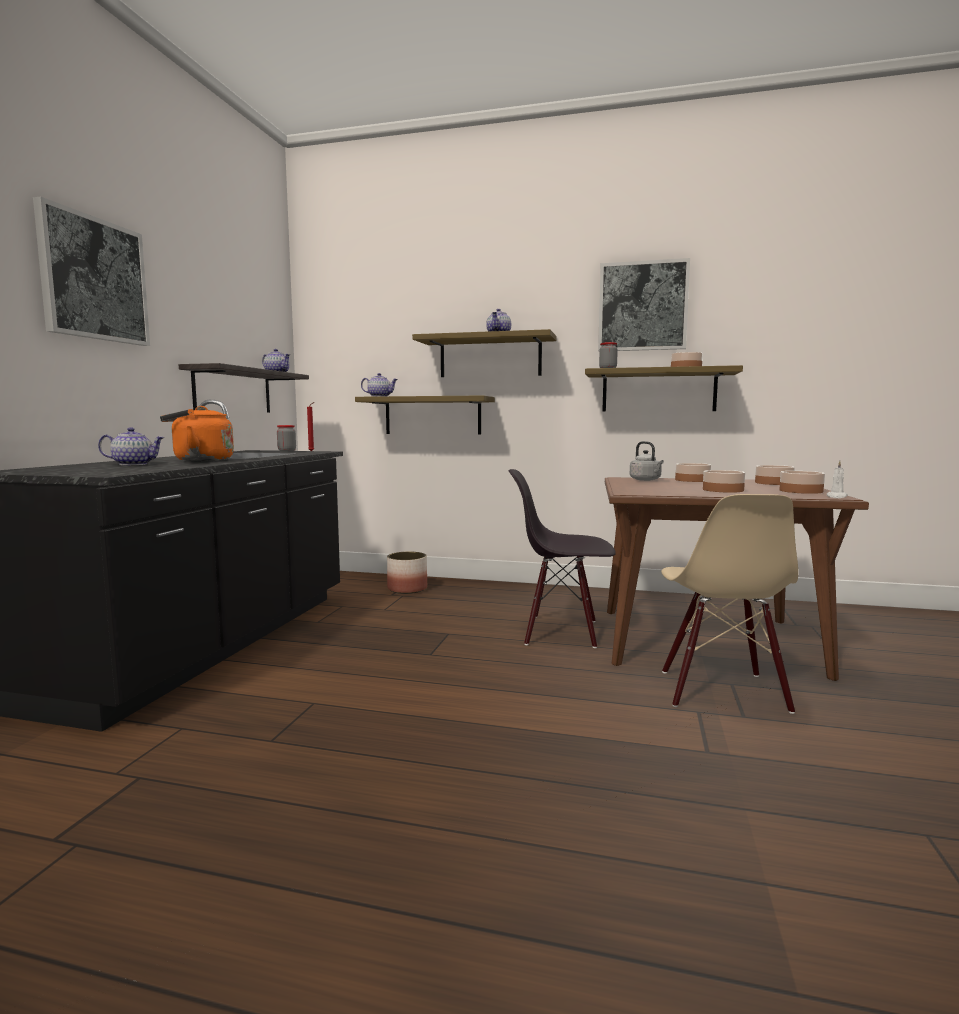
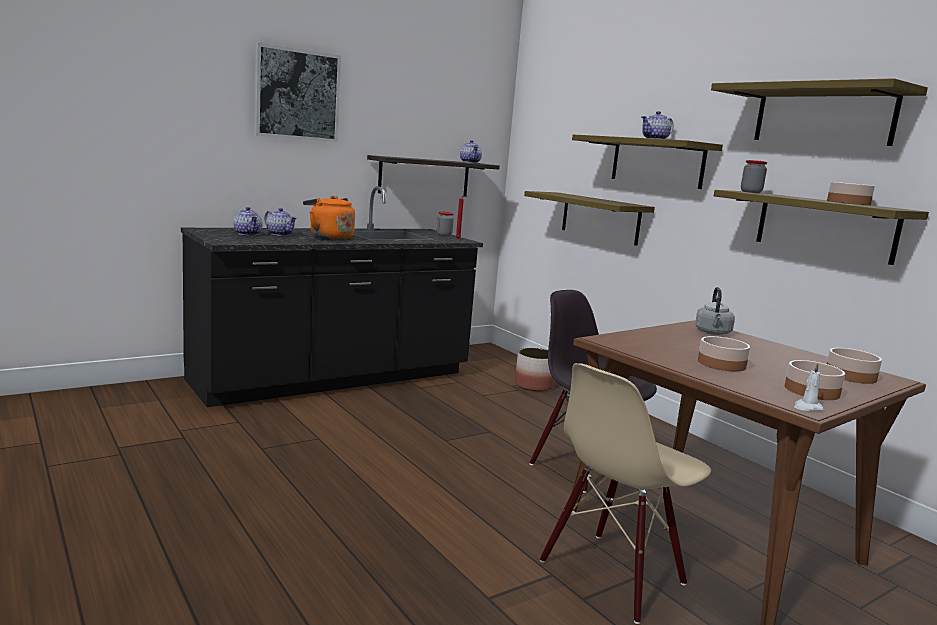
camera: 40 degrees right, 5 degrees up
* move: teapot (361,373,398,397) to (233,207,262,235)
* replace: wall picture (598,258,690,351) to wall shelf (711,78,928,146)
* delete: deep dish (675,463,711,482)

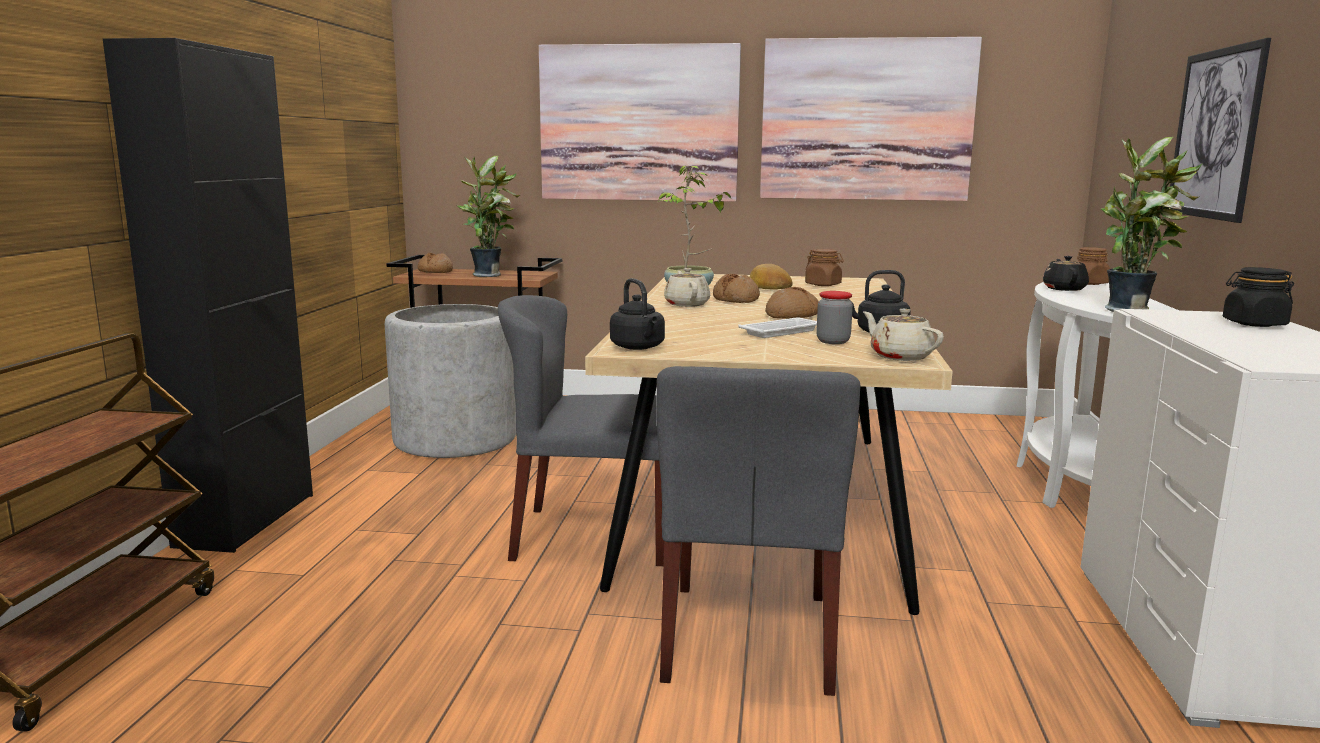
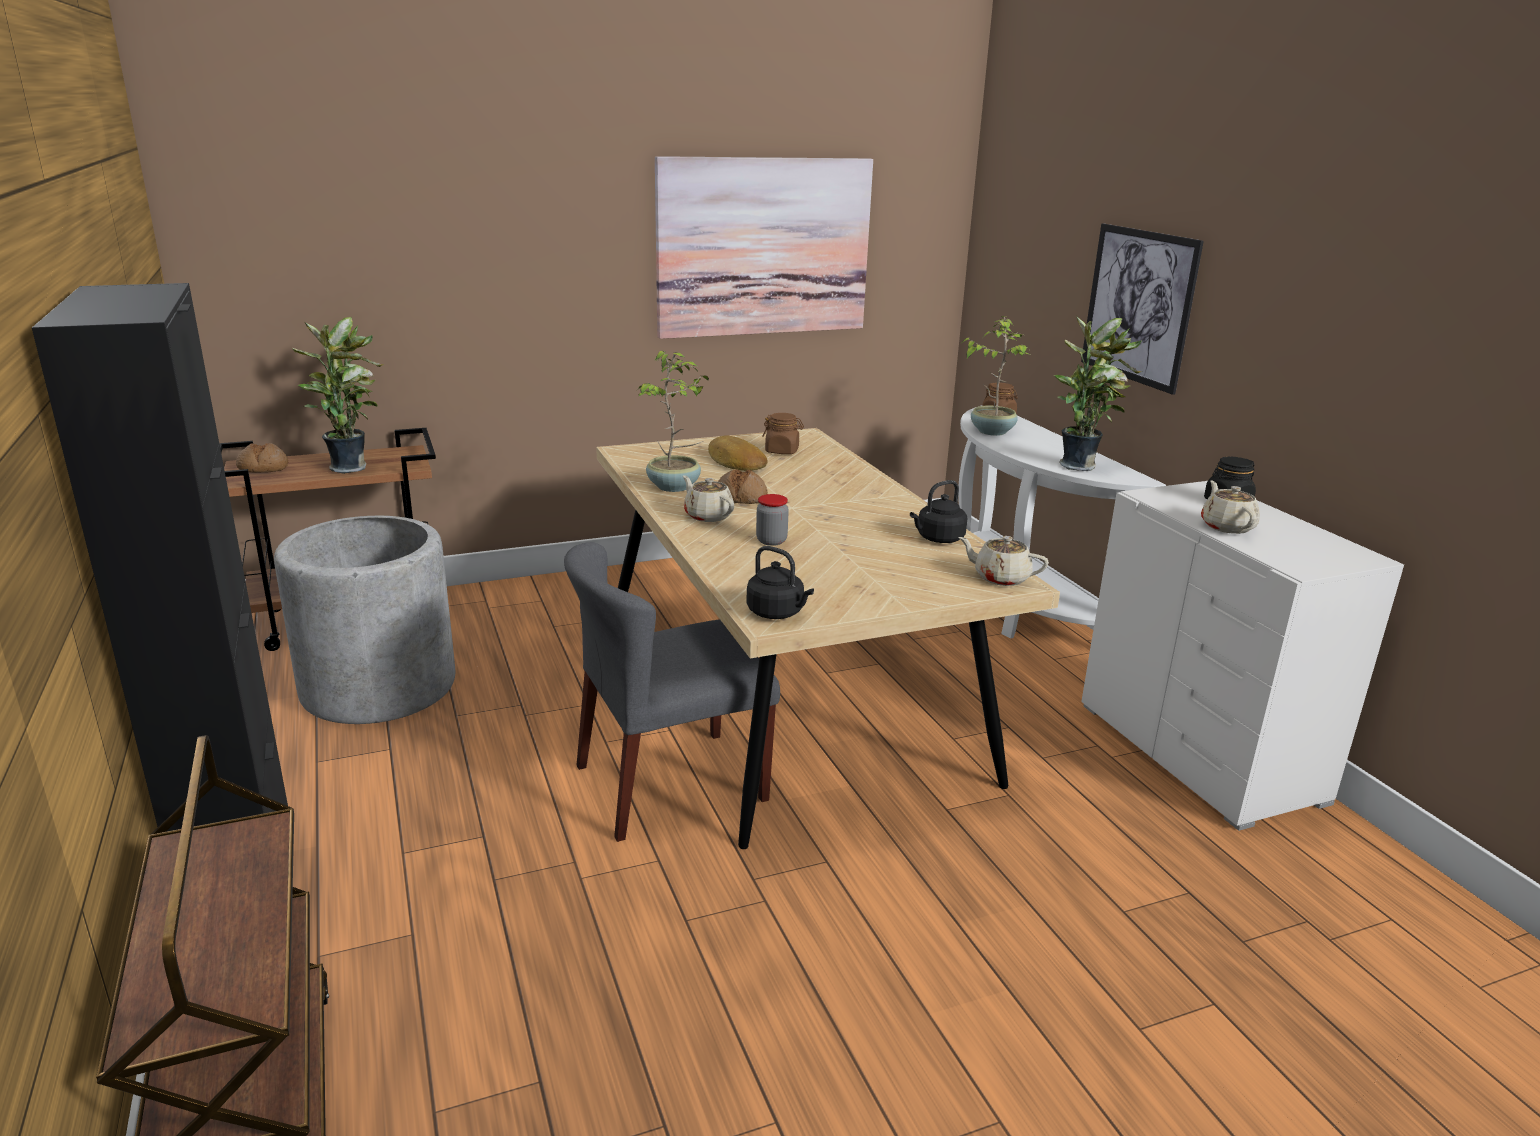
camera: 30 degrees left, 10 degrees up
* move: preserve jar (816,291,853,344) to (756,494,789,546)
* replace: black-coloured teapot (1043,256,1089,291) to plant in a pot (962,316,1030,436)
* insert: beige-coloured teapot (1201,480,1260,534)
* delete: wall picture (539,43,741,202)
* delete: grey upright chair (657,366,860,696)
* delete: whitish serving tray (738,318,817,338)
* delete: bread (765,287,819,319)

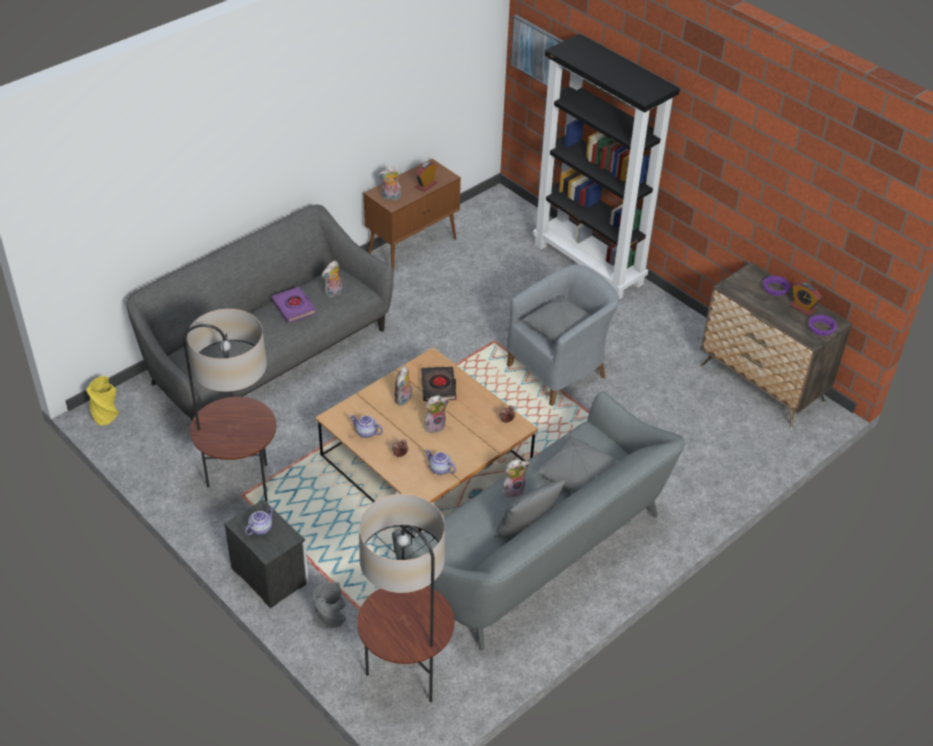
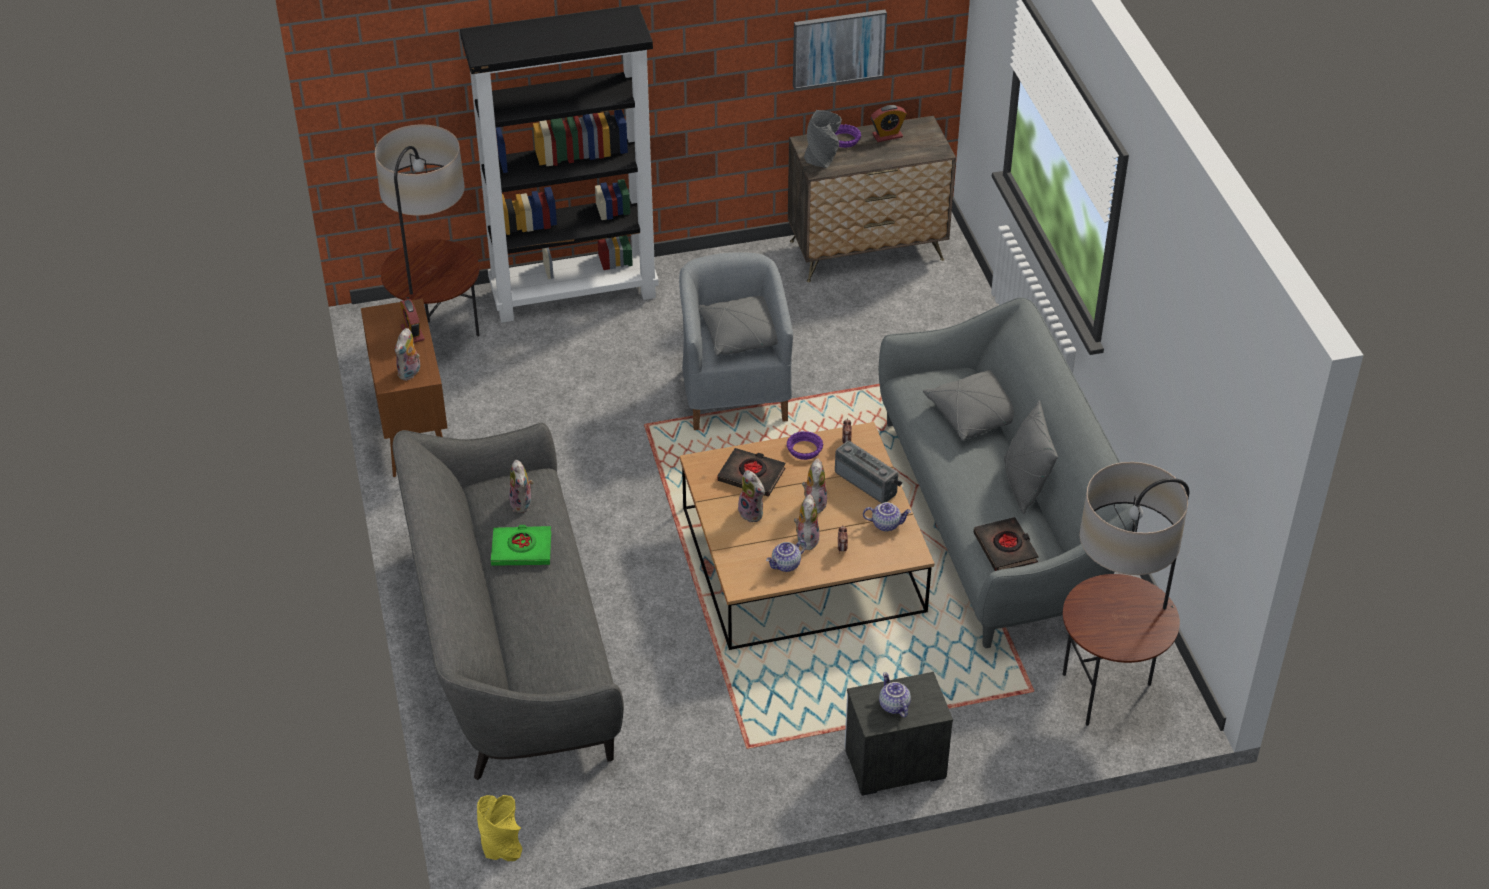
camera: 60 degrees left, 0 degrees up
* move: standing lamp (183,309,276,501) to (375,124,480,336)
* recolor: purplish volume (271,287,316,323) to green-coloured volume (491,525,551,566)
* move: purplish deep dish (808,314,837,336) to (787,431,823,460)
* move: wall picture (510,15,563,91) to (793,9,887,90)
* move: plush toy (503,459,530,498) to (794,494,820,550)
* move: grey vase (313,582,346,628) to (804,110,842,168)
* insert: radio receiver (835,441,903,503)
* rotate: teapot (425,449,456,475) = (863,502,911,531) 150 degrees counterclockwise
* insert: black-coloured volume (974,517,1039,571)

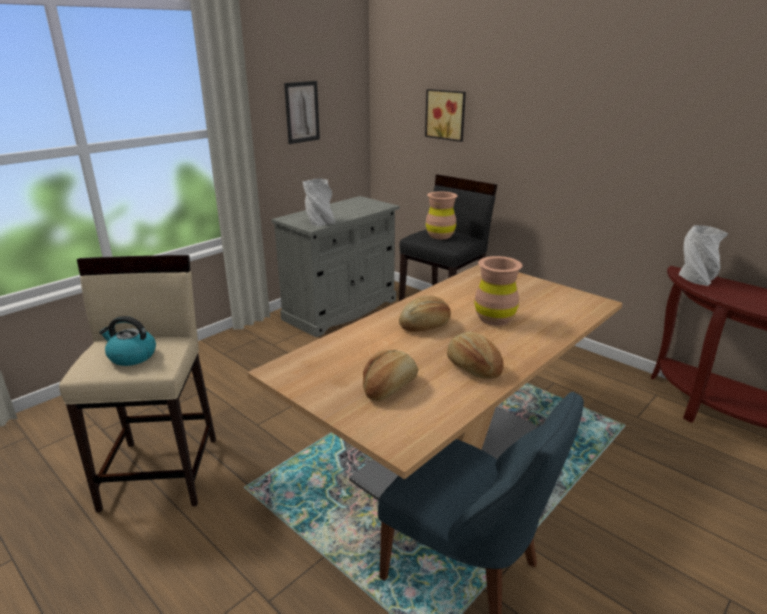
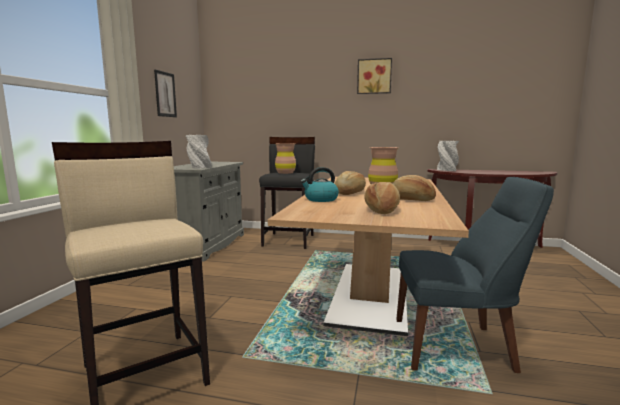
camera: 30 degrees left, 15 degrees down
* move: tea kettle (99,316,156,366) to (300,167,339,202)
* move: wall picture (425,89,466,142) to (357,58,392,94)

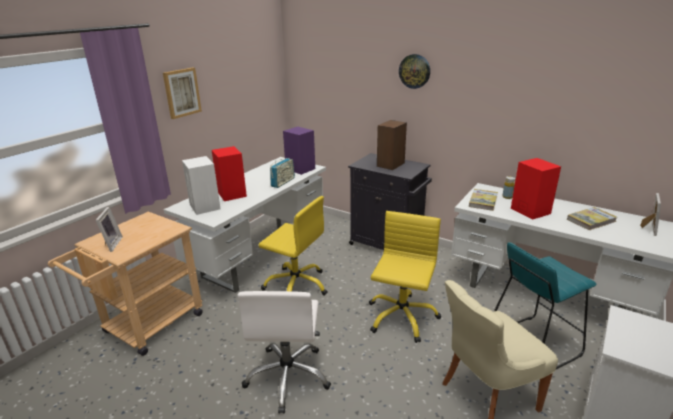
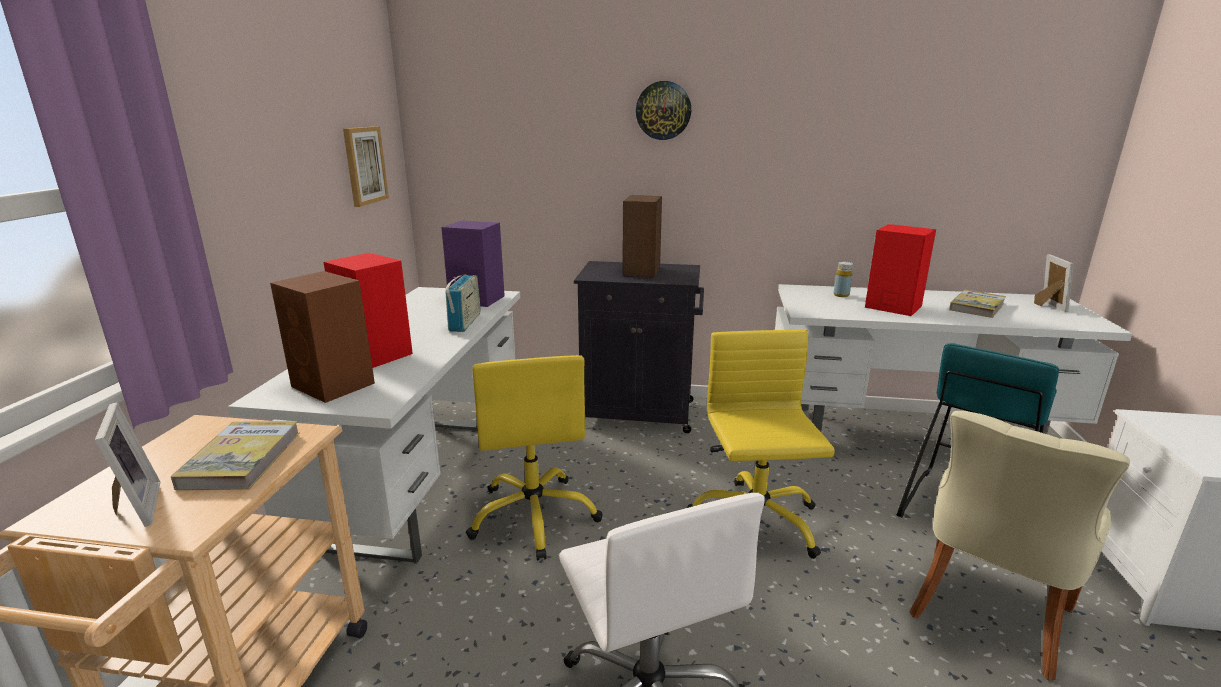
camera: 25 degrees left, 5 degrees down
* move: volume (469,189,498,211) to (171,421,300,490)
* recolor: whitish loudspeaker (182,156,221,215) to brown-coloured loudspeaker (270,271,375,403)
* move: wall picture (163,68,202,119) to (343,126,389,207)
* rotate: yellow computer chair (259,196,328,296) = (466,355,603,560) 75 degrees clockwise

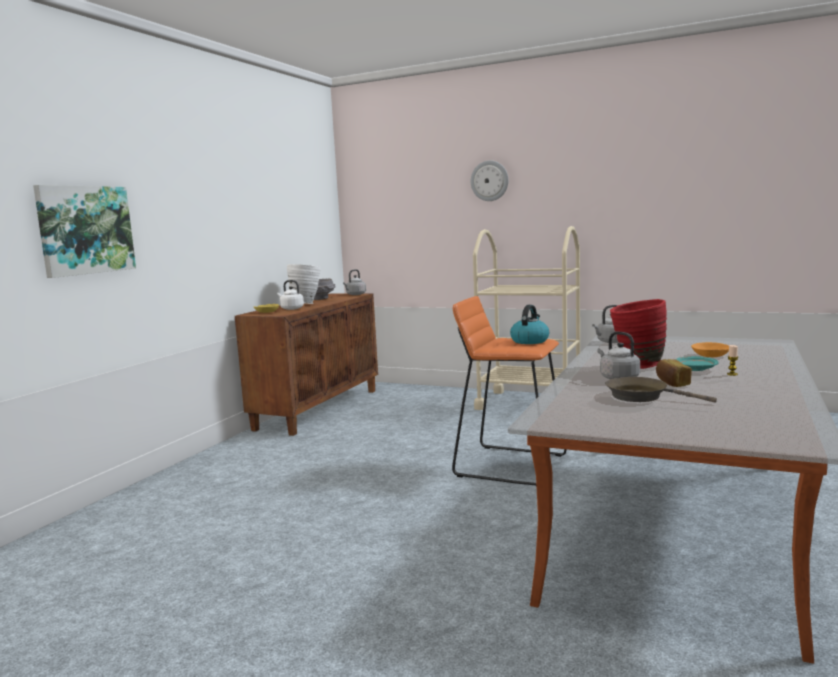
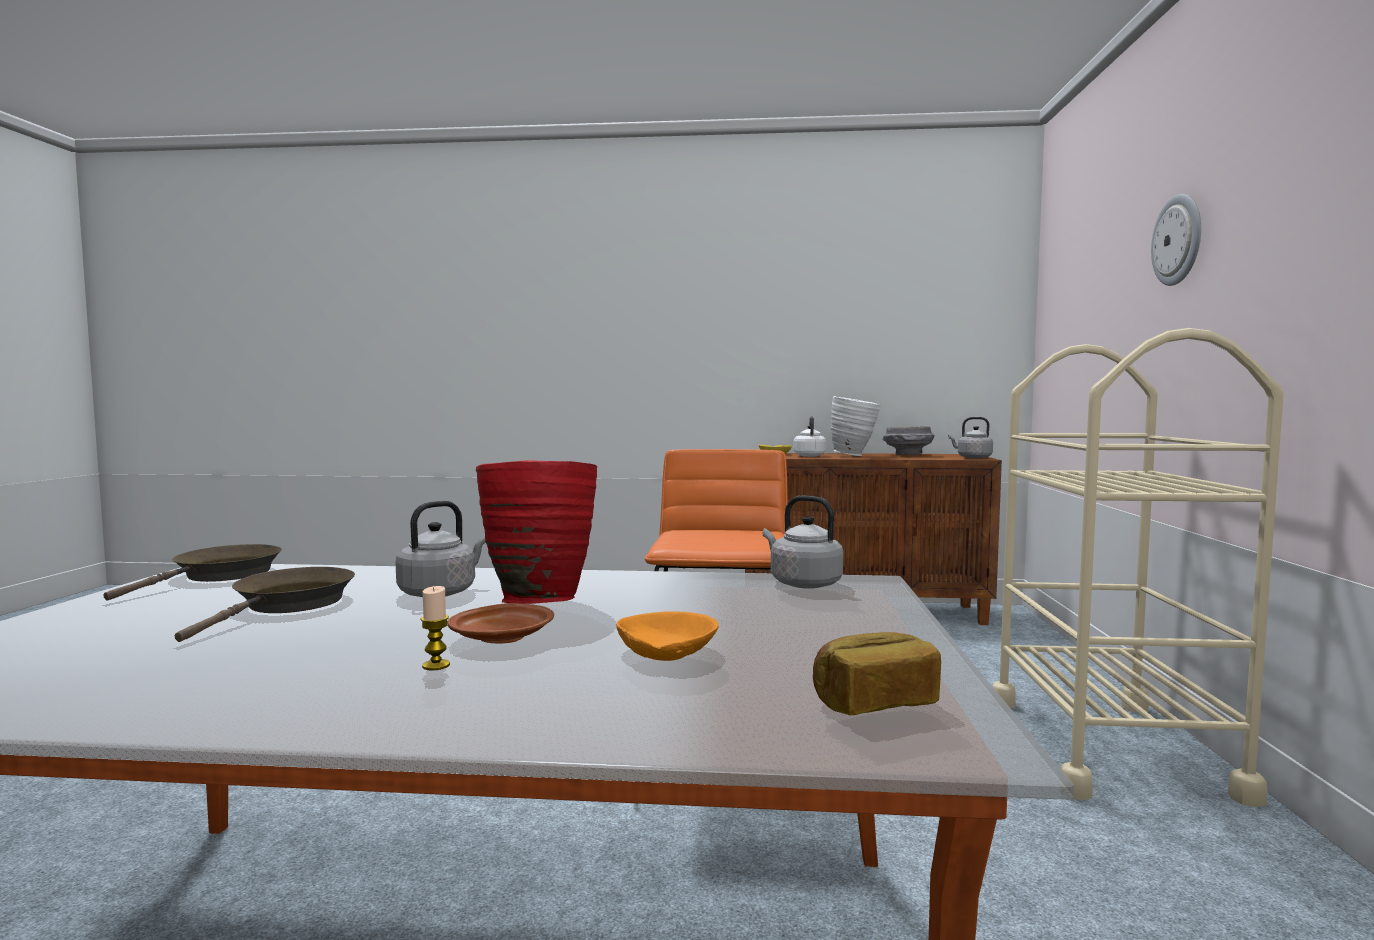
camera: 70 degrees right, 5 degrees down
* insert: brown-coloured skillet (103,544,282,600)
* recolor: turquoise-coloured flat dish (675,356,719,371) to brown-coloured flat dish (447,603,554,643)
* move: bread (656,359,692,387) to (813,632,941,715)
* delete: wall picture (33,185,136,278)
* delete: tea kettle (510,305,549,344)

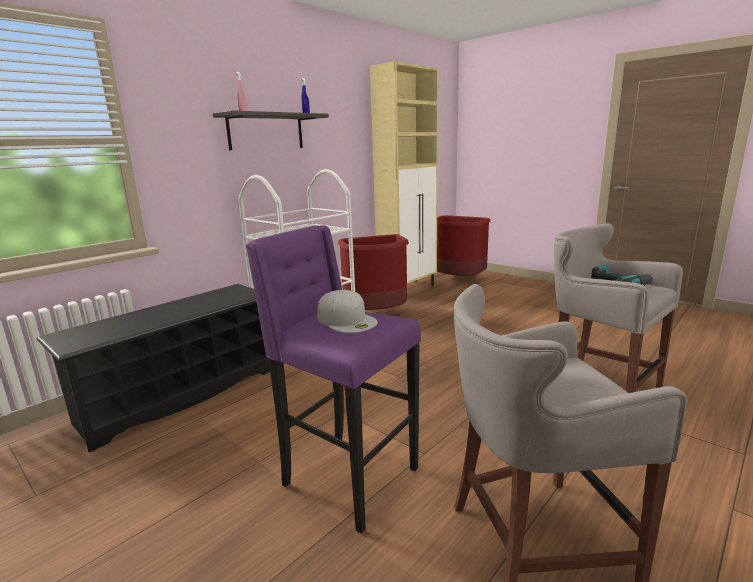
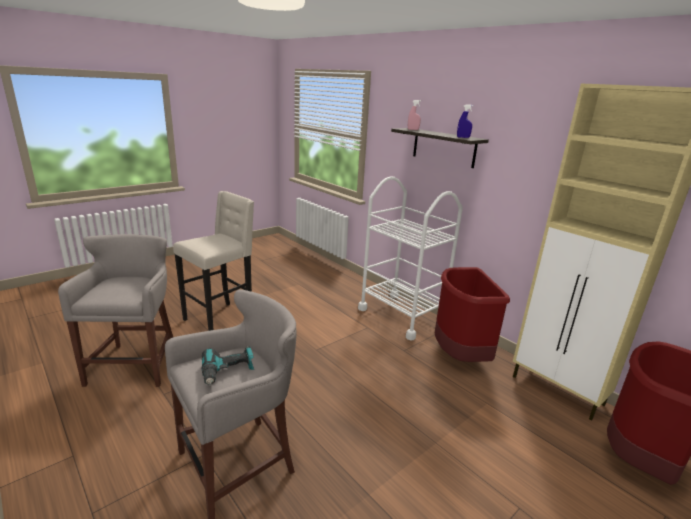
camera: 95 degrees right, 5 degrees up
* recolor: purplish stool (245,225,421,534) to beige-coloured stool (173,191,254,331)
* delete: black-coloured shoe shelf (36,284,270,452)
* delete: whitish baseball cap (317,290,378,333)

